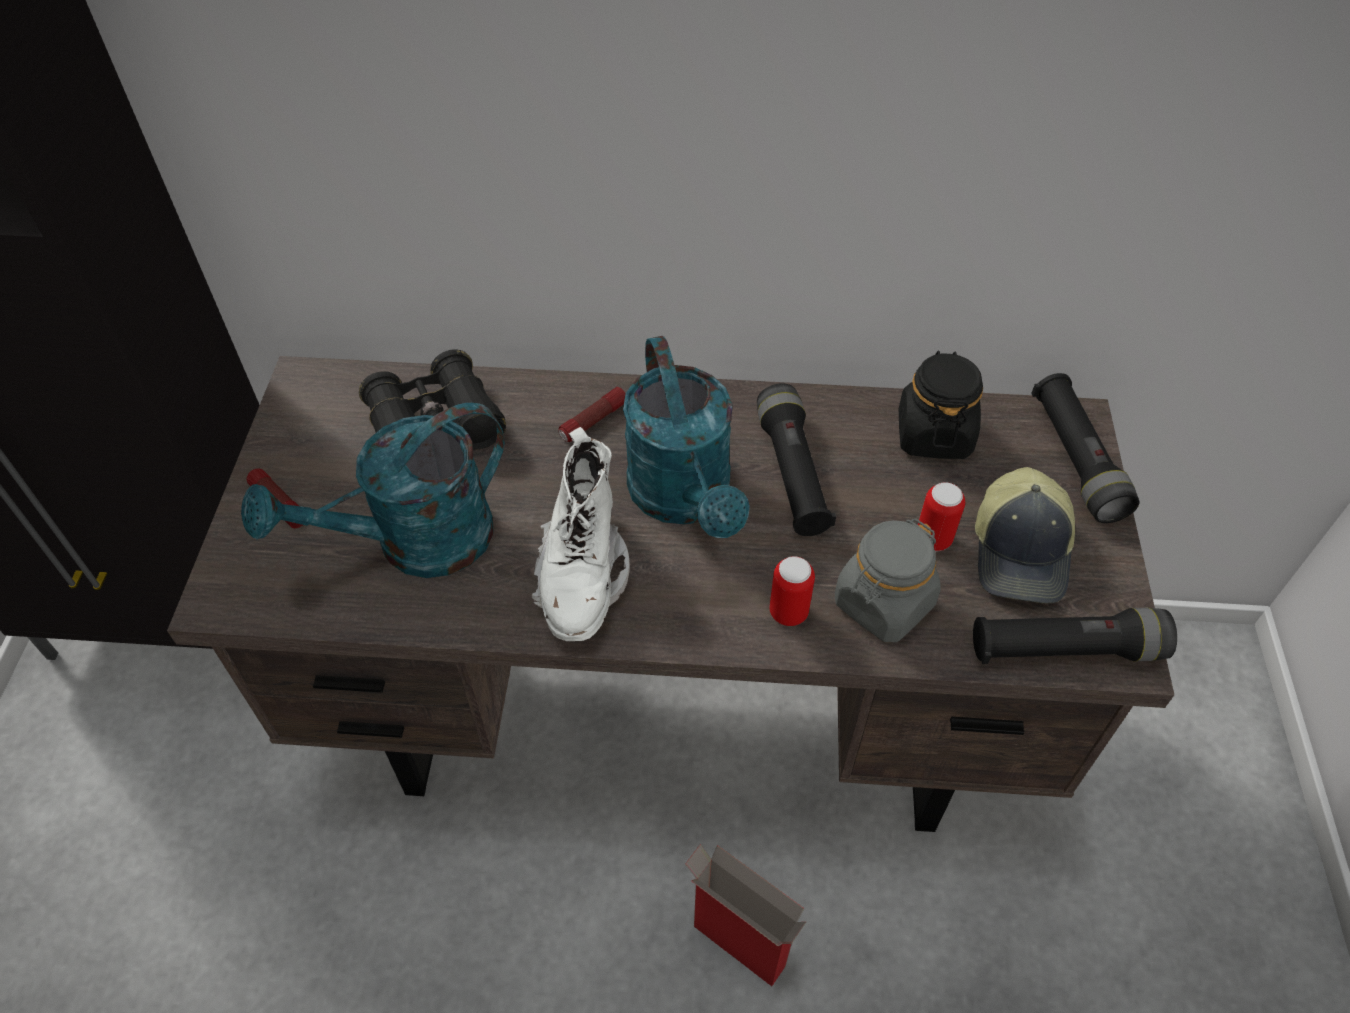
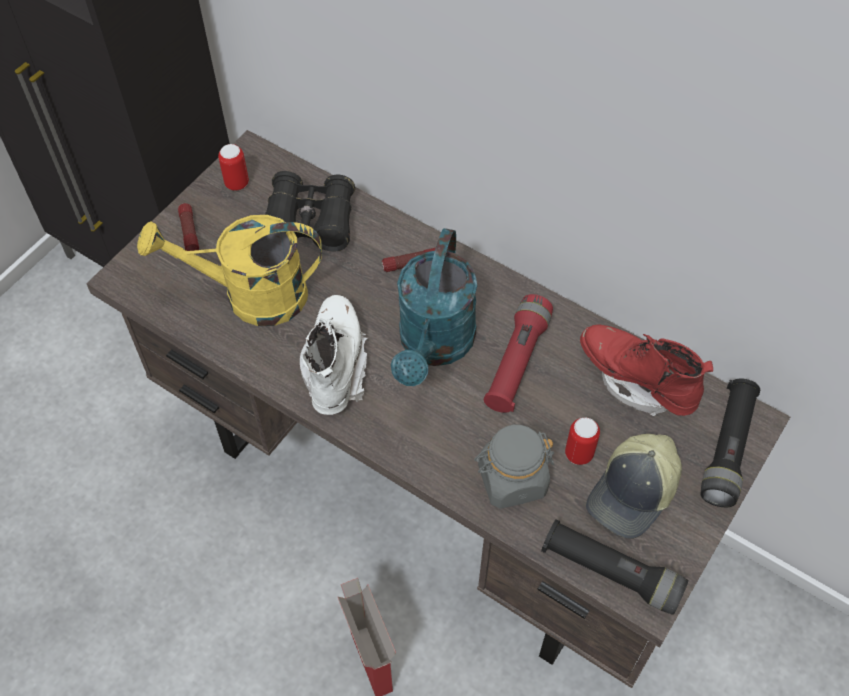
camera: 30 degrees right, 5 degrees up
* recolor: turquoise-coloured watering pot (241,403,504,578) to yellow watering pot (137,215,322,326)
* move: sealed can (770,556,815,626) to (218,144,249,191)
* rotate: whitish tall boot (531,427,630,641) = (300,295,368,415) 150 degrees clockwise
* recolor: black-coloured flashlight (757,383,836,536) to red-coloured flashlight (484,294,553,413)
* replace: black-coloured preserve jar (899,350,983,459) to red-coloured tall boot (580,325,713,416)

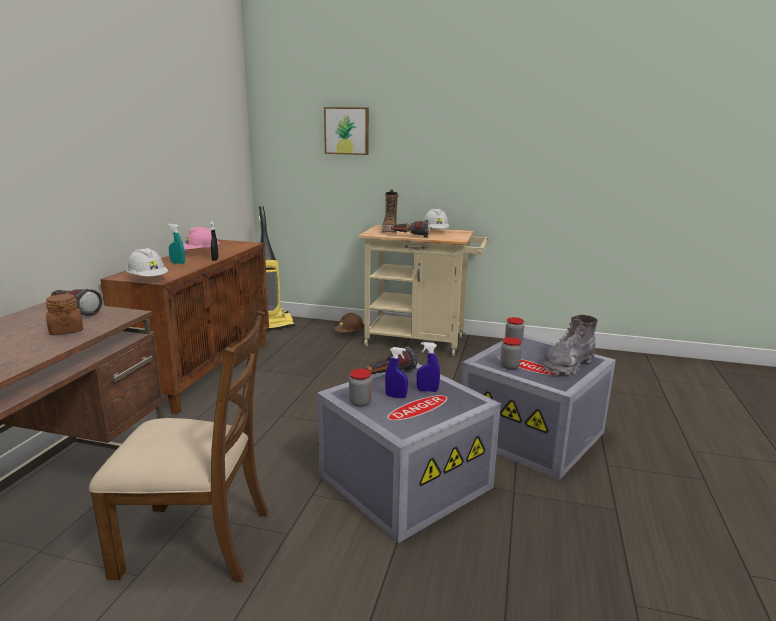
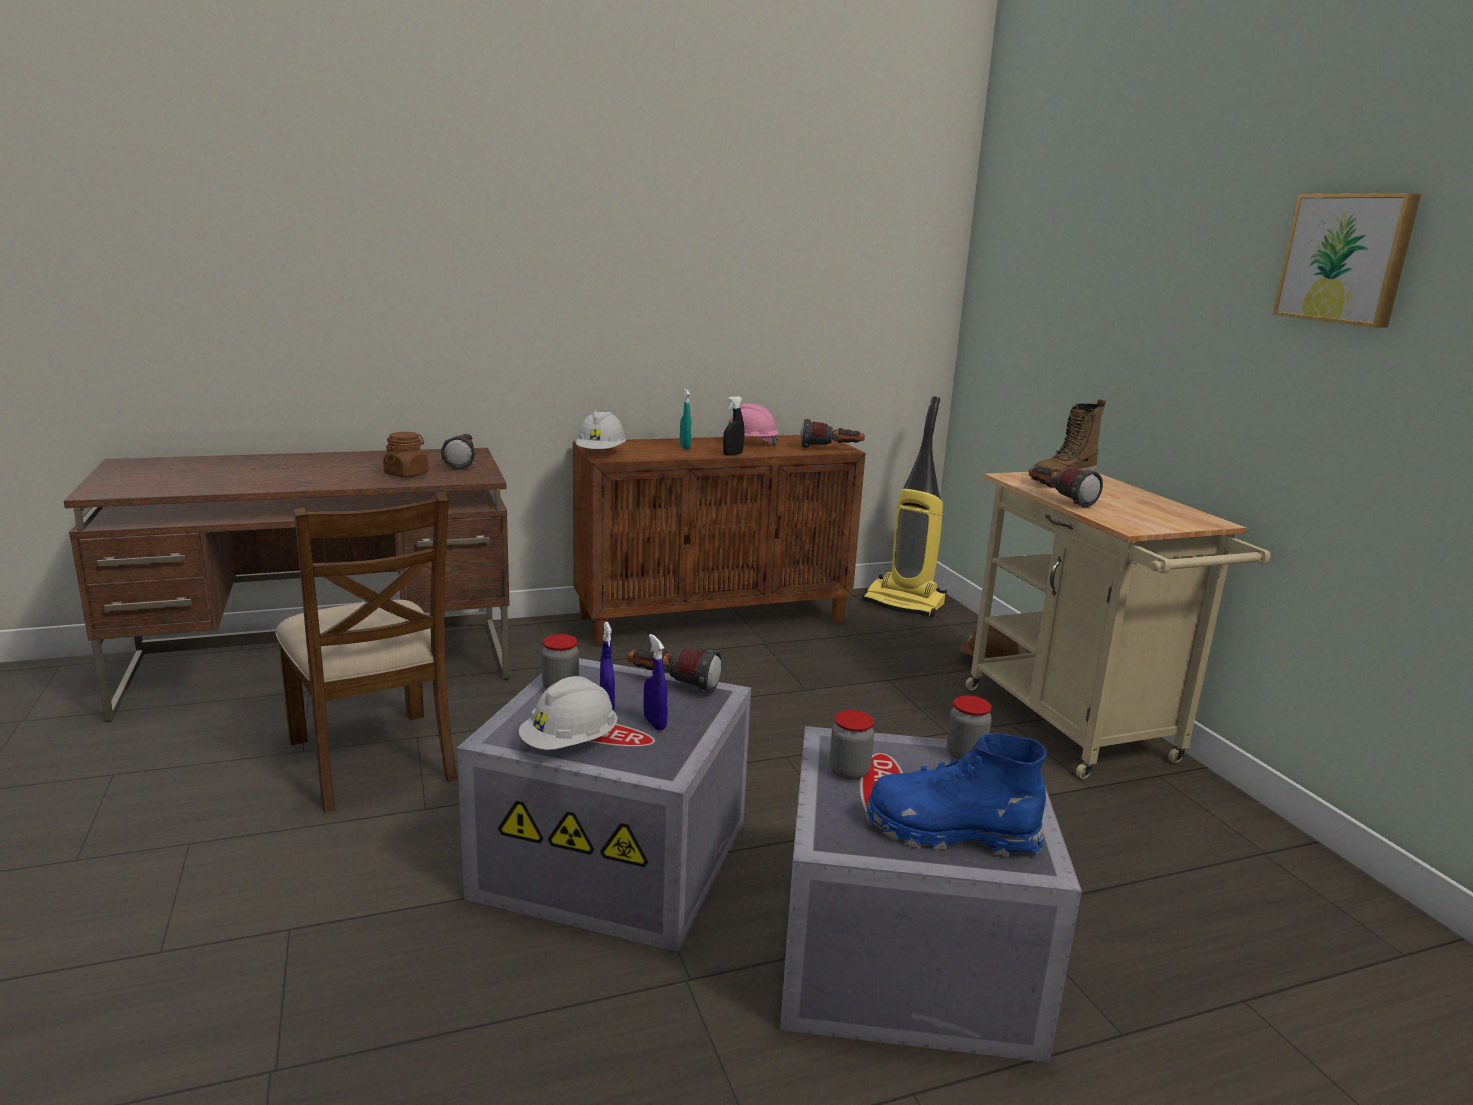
camera: 55 degrees right, 0 degrees up
* move: whitish safety helmet (423,209,449,229) to (518,676,618,750)
* insert: flashlight (800,419,865,448)
* recolor: grey tall boot (543,315,598,375) to bluish tall boot (865,733,1047,856)
* move: wall picture (324,107,369,155) to (1273,193,1421,328)

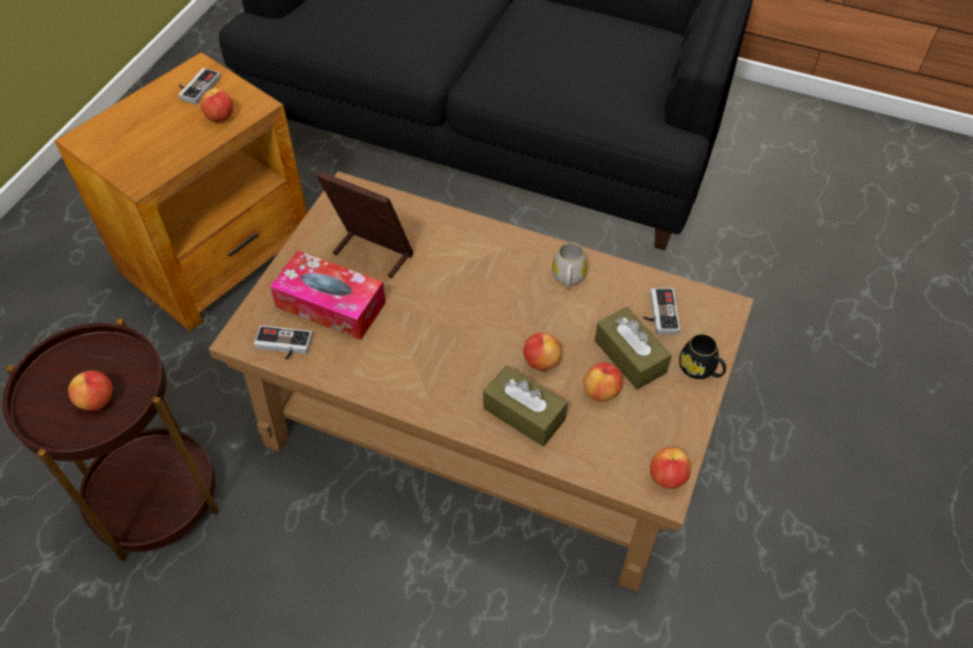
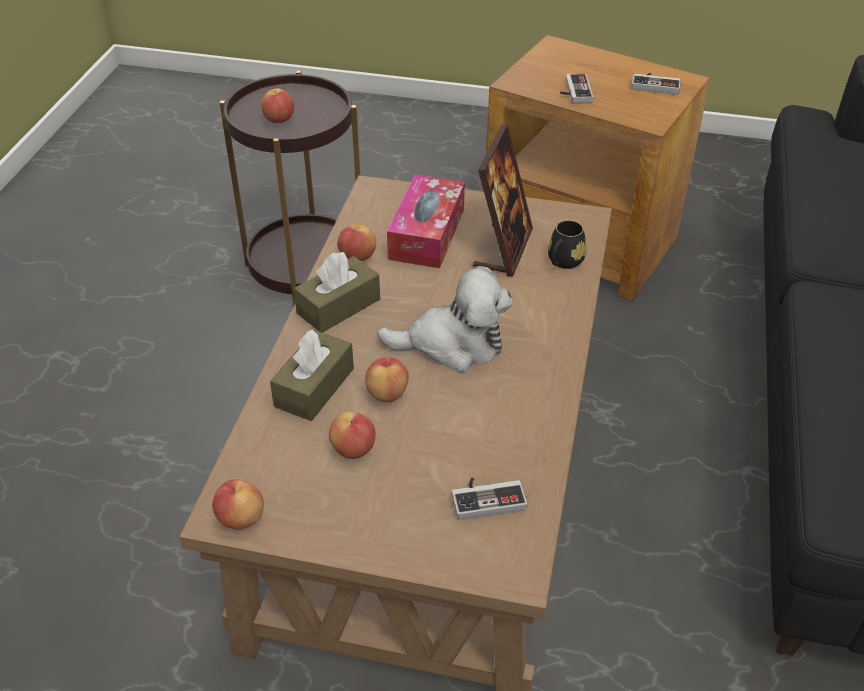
camera: 80 degrees right, 10 degrees down
* move: brown-coloured box of tissues (594,307,672,390) to (294,252,380,333)
* move: whole apple (201,88,234,122) to (337,224,376,261)
* insert: plush toy (377,266,513,372)
* move: black-coloured tea mug (679,334,726,379) to (548,220,587,269)
* move: game controller (254,325,313,360) to (560,74,593,104)
* delete: whitish tea mug (552,242,587,288)

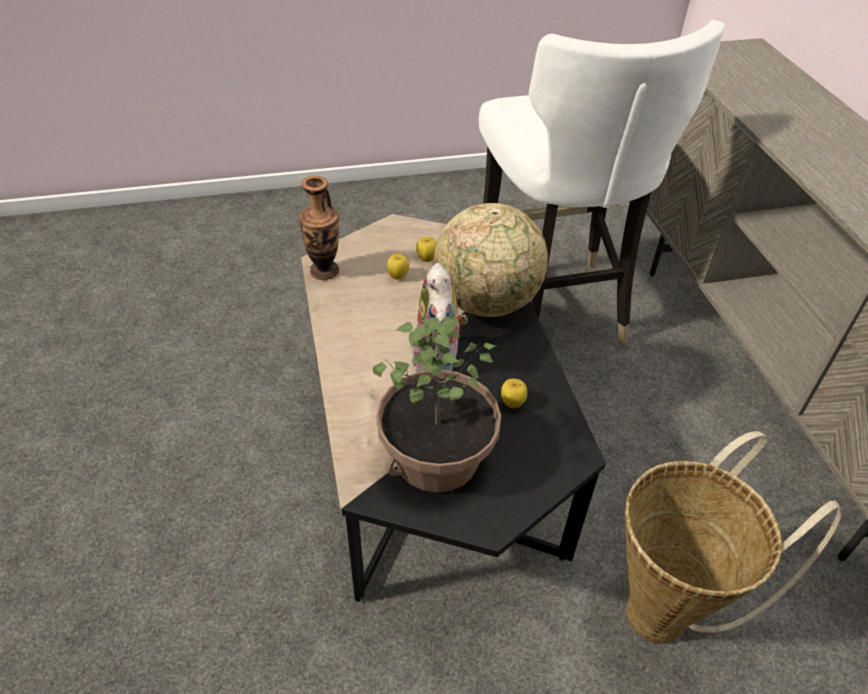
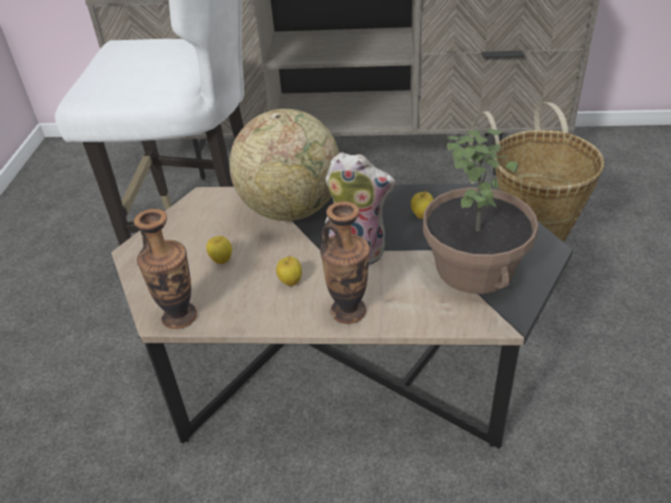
camera: 70 degrees left, 5 degrees down
* move: whole apple (416,237,437,262) to (276,255,302,286)
* insert: vase (320,201,370,324)

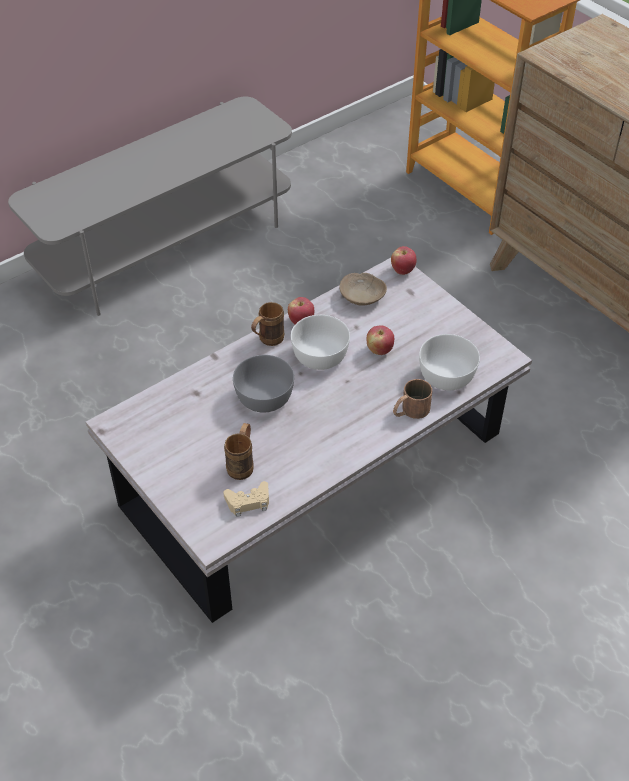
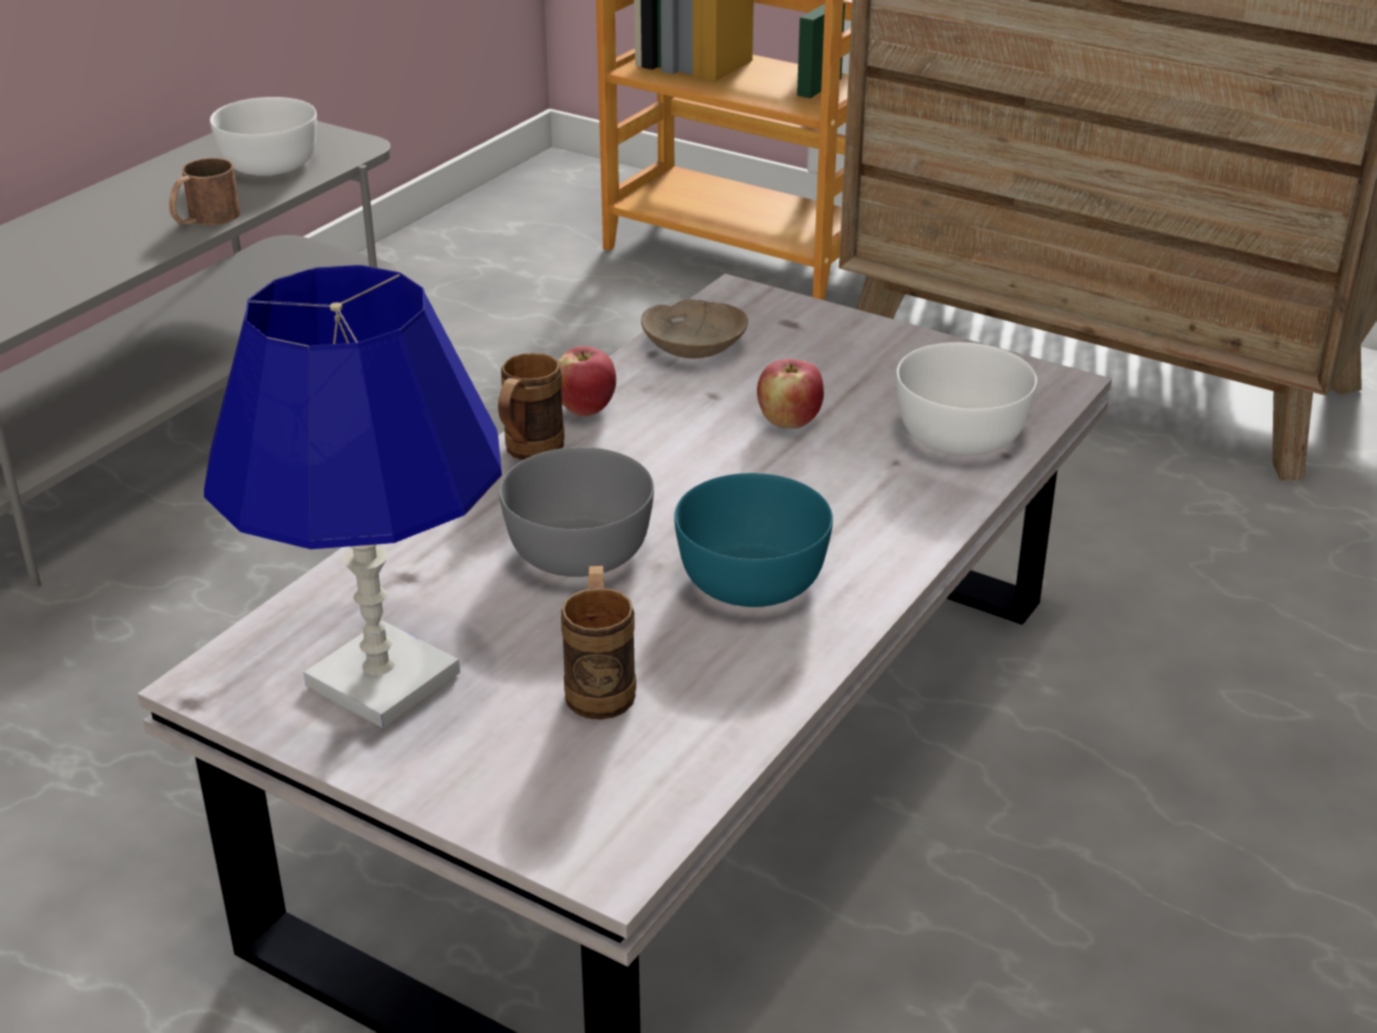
camera: 20 degrees left, 15 degrees down
* move: brown-coloured tea mug (393,379,432,419) to (169,158,241,225)
* insert: bluish table lamp (204,265,502,728)
* move: whitish deep dish (291,315,350,370) to (210,97,317,176)
* insert: turquoise-coloured deep dish (674,473,833,607)
* delete: beige-coloured game controller (223,481,269,517)
* delete: whole apple (391,246,417,275)

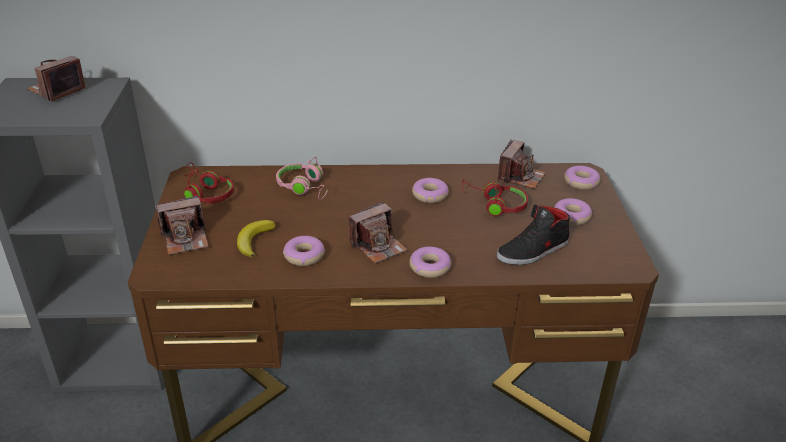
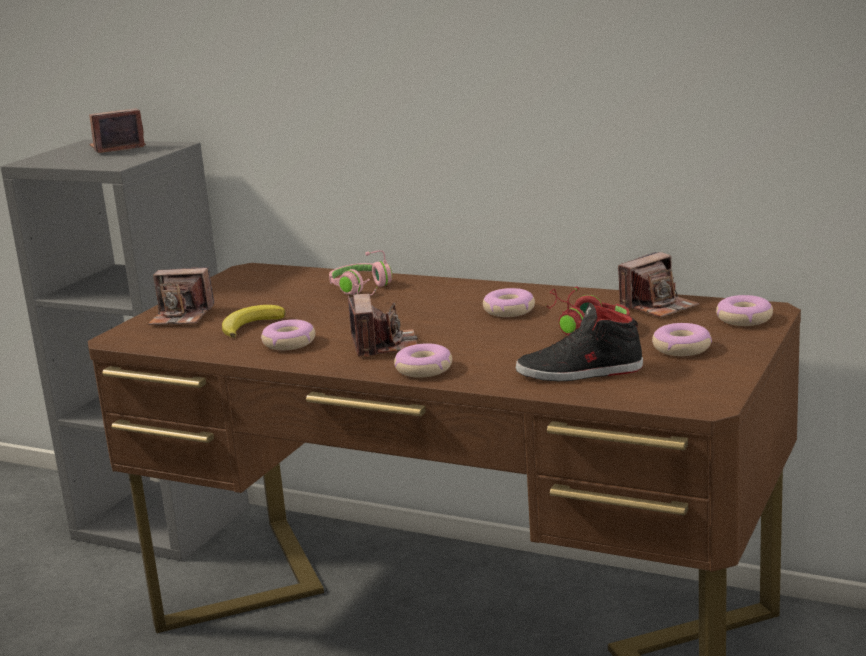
camera: 30 degrees right, 15 degrees down
* rotate: still camera (349,202,408,264) = (348,294,418,357) 90 degrees counterclockwise
* delete: red-coloured pair of headphones (183,162,234,204)

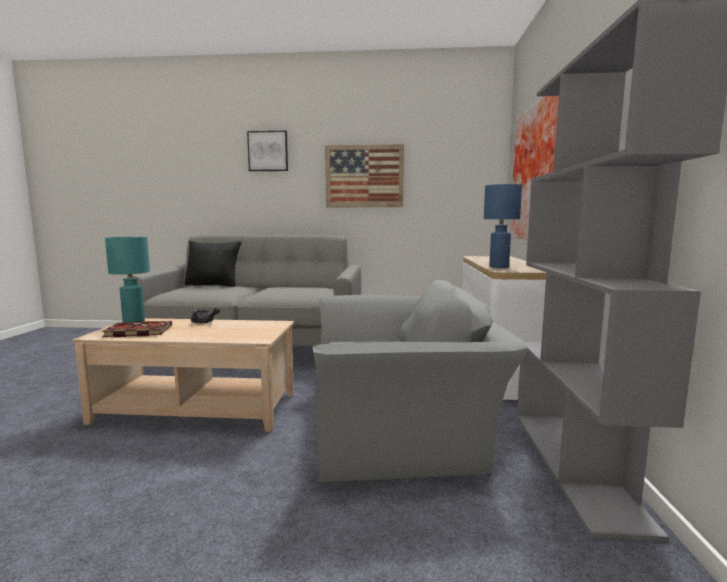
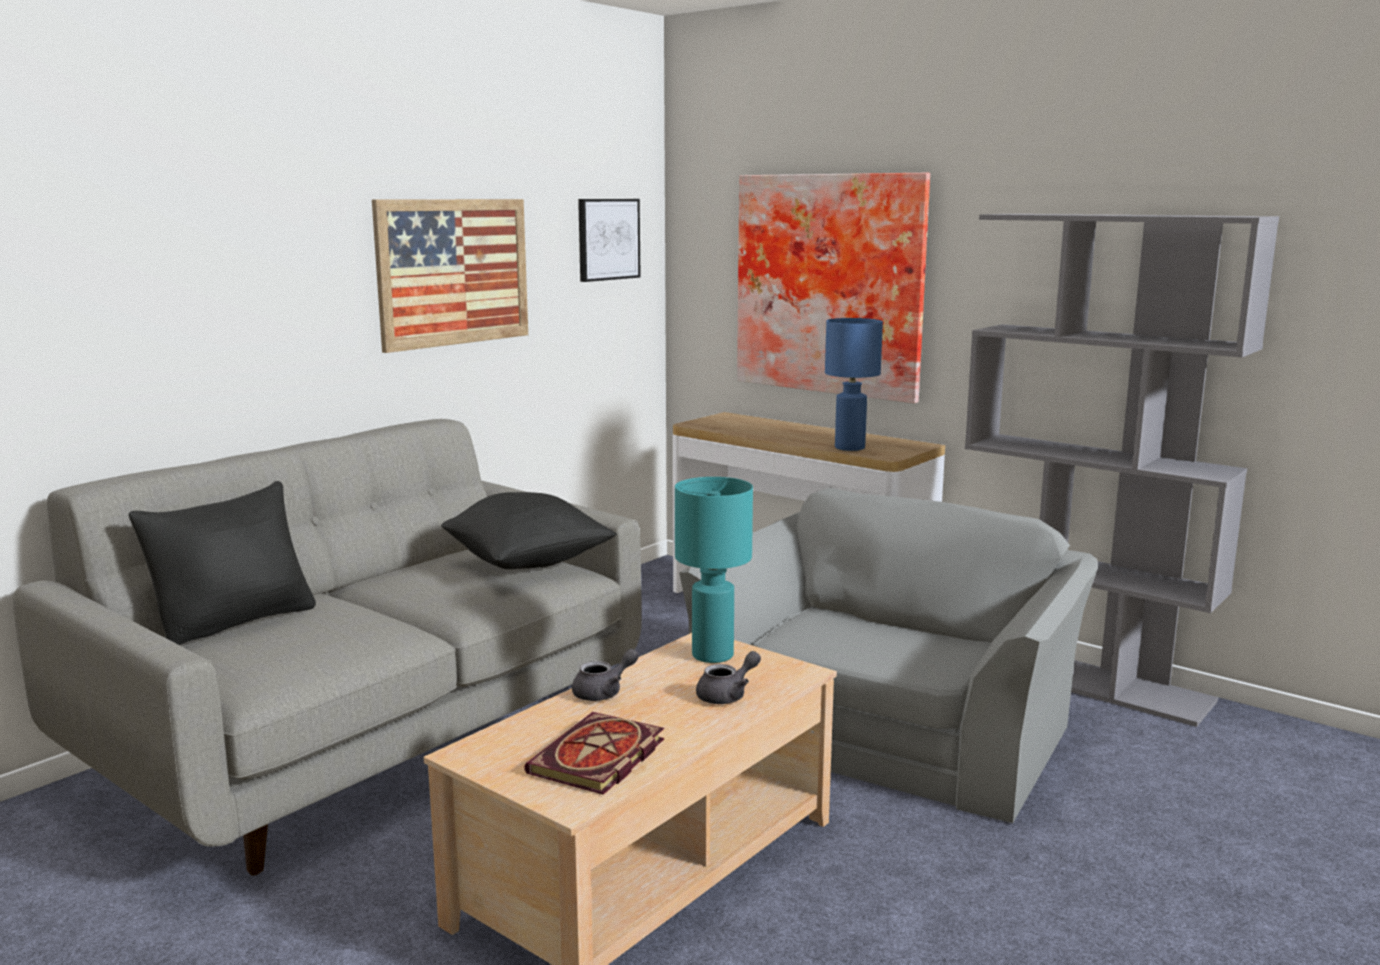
camera: 55 degrees left, 5 degrees up
* insert: black-coloured pillow (441,492,617,569)
* move: wall picture (247,131,288,171) to (578,199,641,282)
* move: turquoise-coloured table lamp (105,237,150,322) to (675,477,753,663)
* insert: grey teapot (696,651,761,704)

